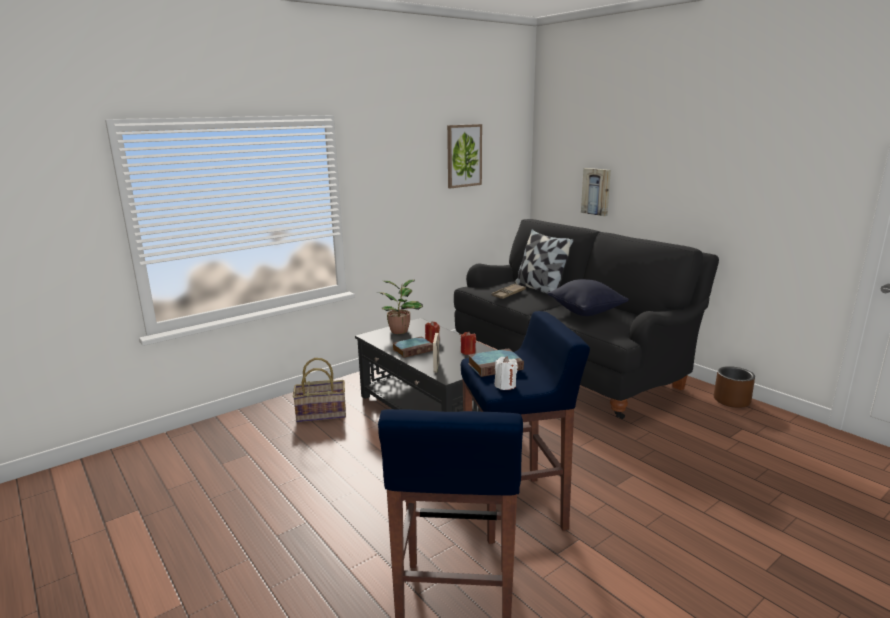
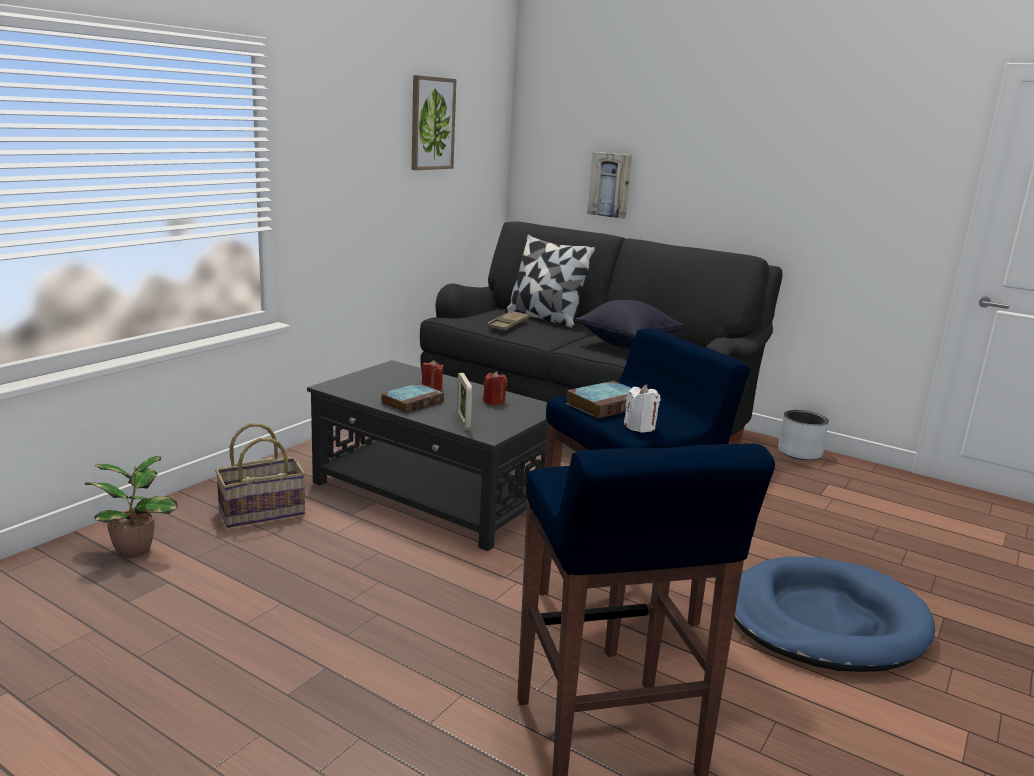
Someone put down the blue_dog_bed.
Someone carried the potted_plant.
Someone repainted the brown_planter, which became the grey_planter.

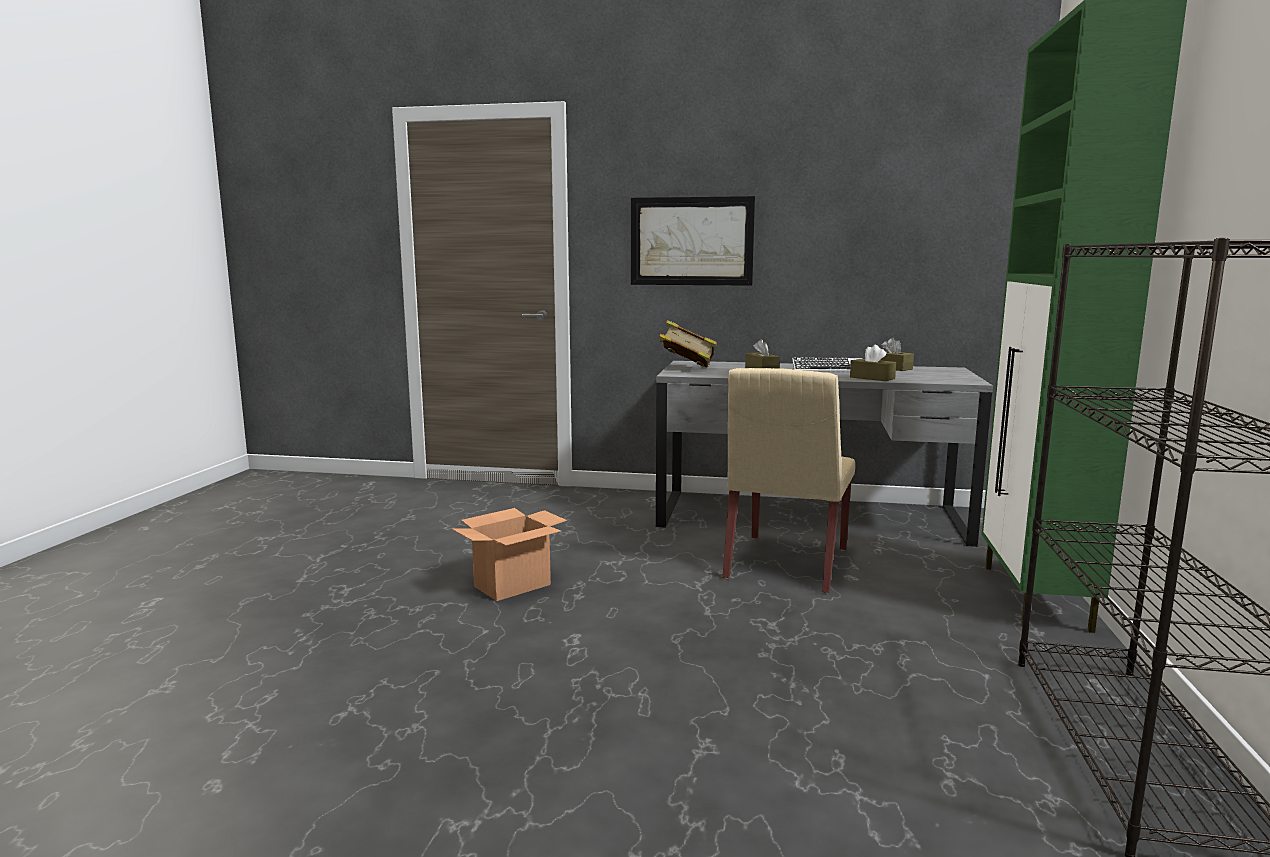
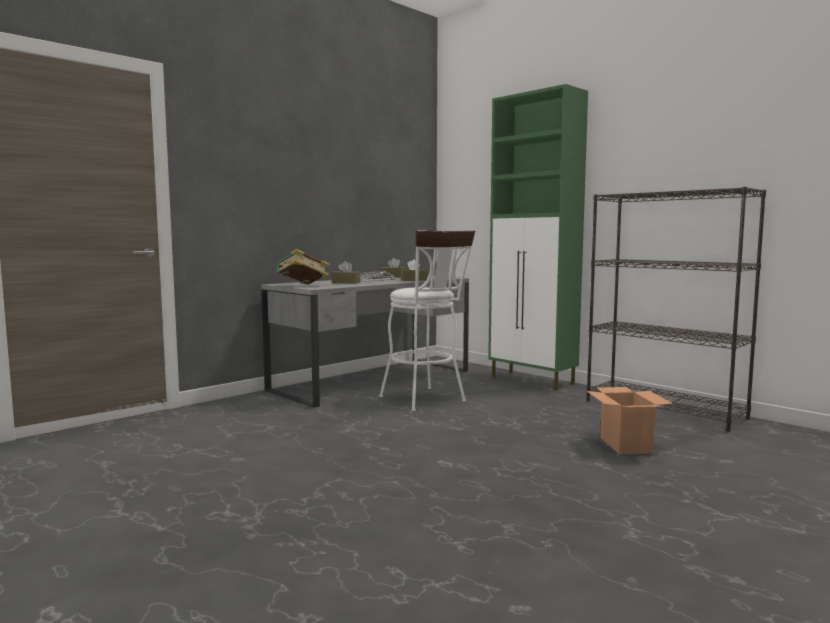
Someone took away the picture.
Someone carried the cardboard_box.
Someone swapped the beige_chair for the white_stool.

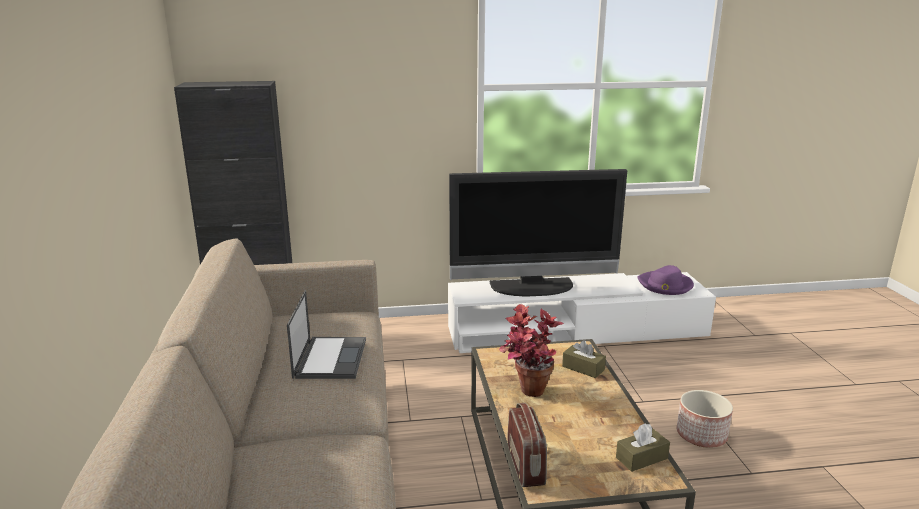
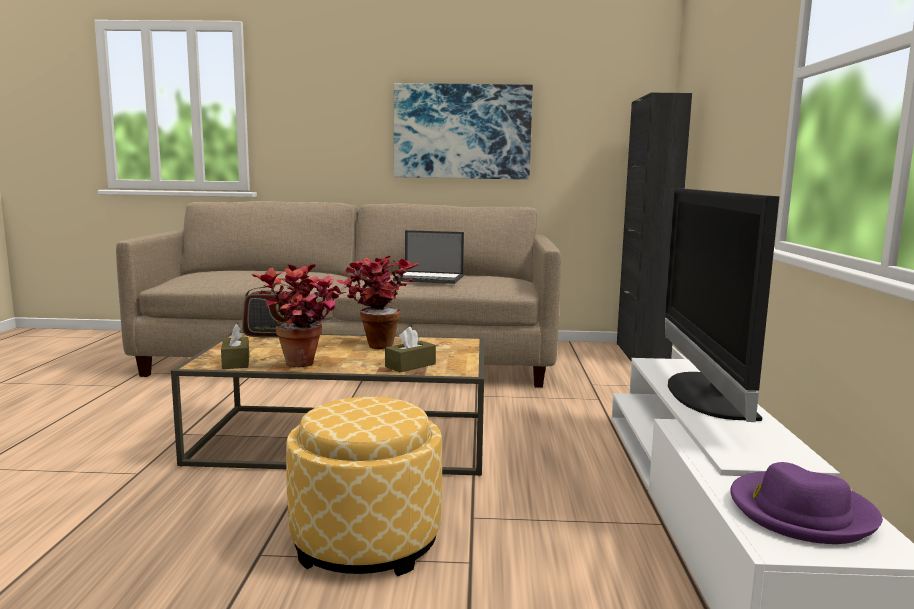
Someone put down the potted_plant (1st from left).
Someone put up the picture.
Someone swapped the planter for the ottoman.

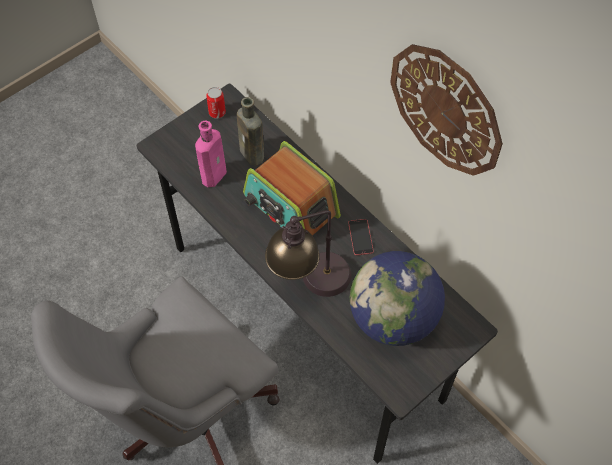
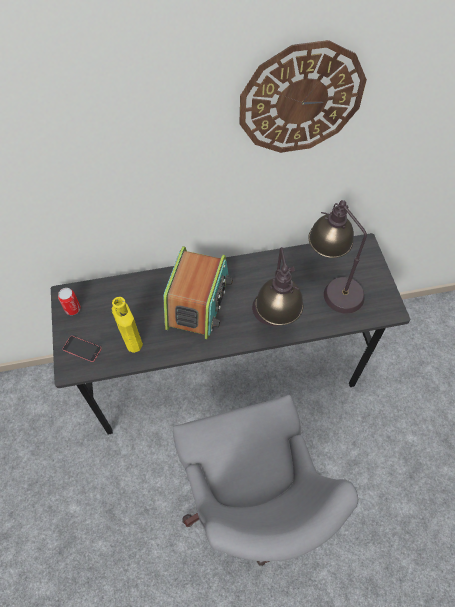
Someone took away the brown_bottle.
Someone carried the phone.
Someone swapped the globe for the table_lamp (2nd from left).
Someone repainted the pink_bottle, which became the yellow_bottle.
Someone rotated the radio by 60 degrees counterclockwise.

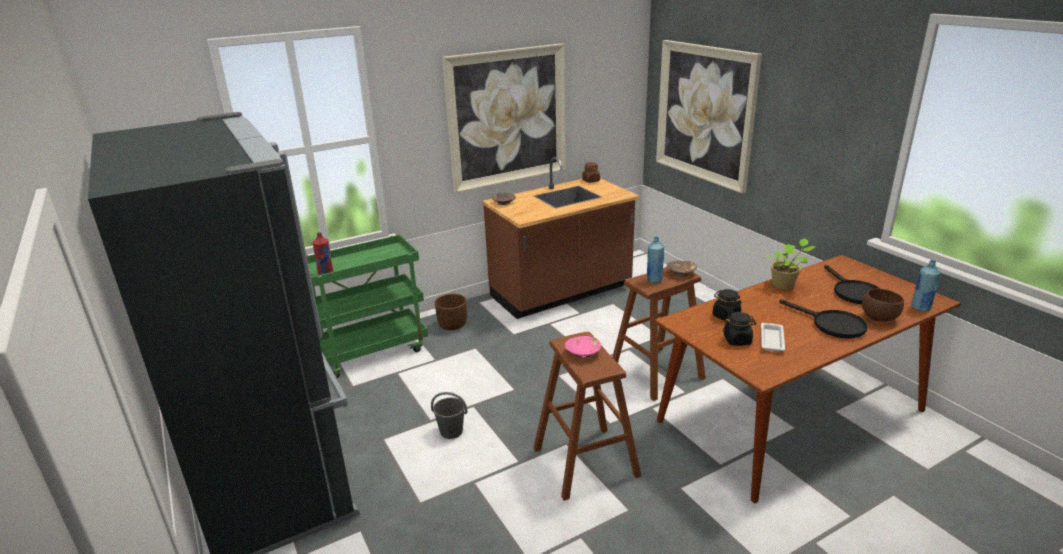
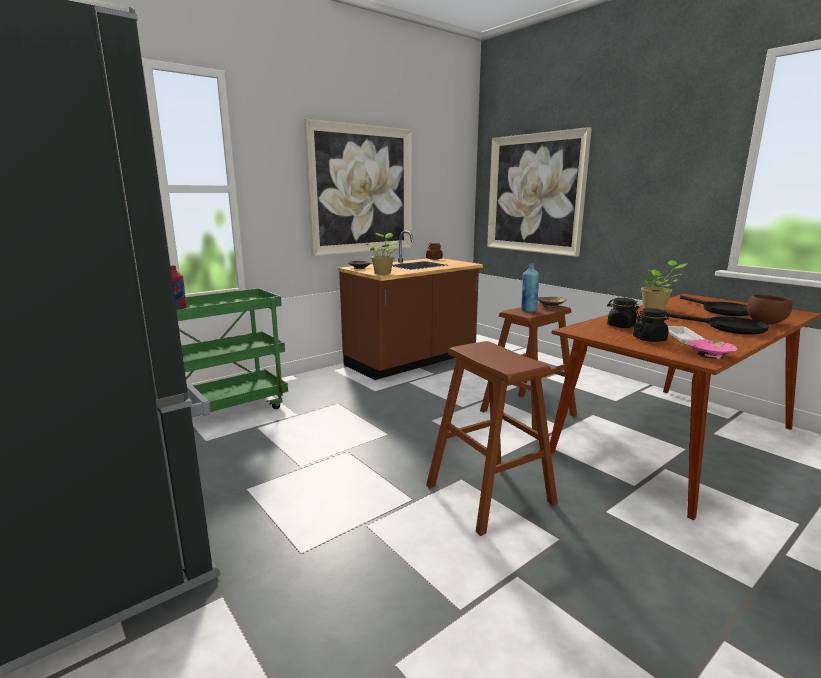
Someone took away the grey_bucket.
Someone took away the brown_planter.
Someone took away the blue_bottle (2nd from left).
Someone put down the potted_plant (1st from left).
Someone carried the pink_bowl.

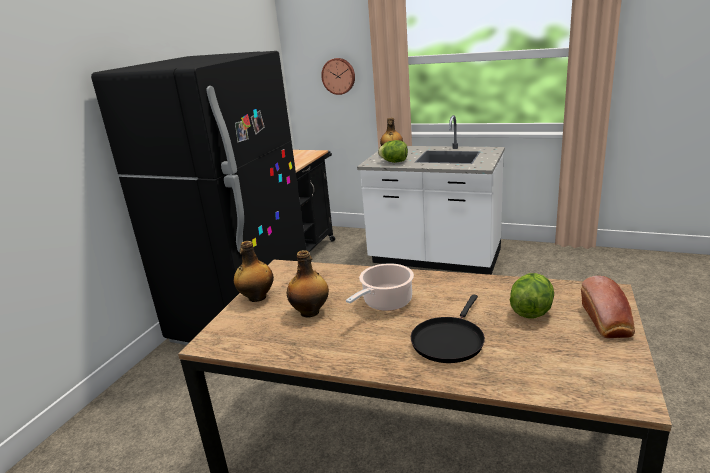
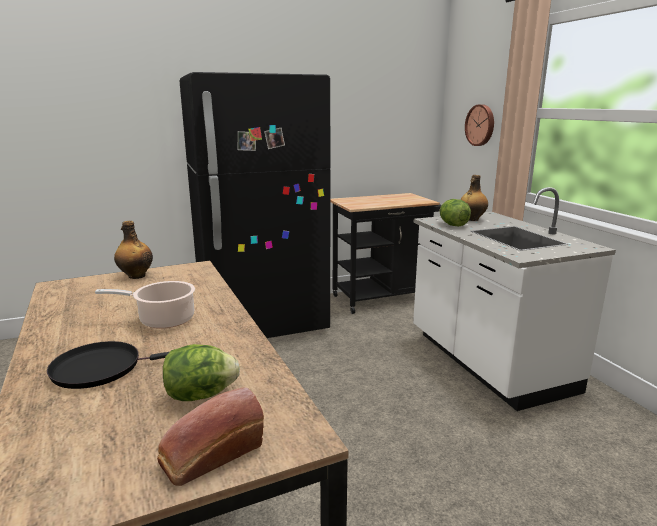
Someone took away the bottle (2nd from left).

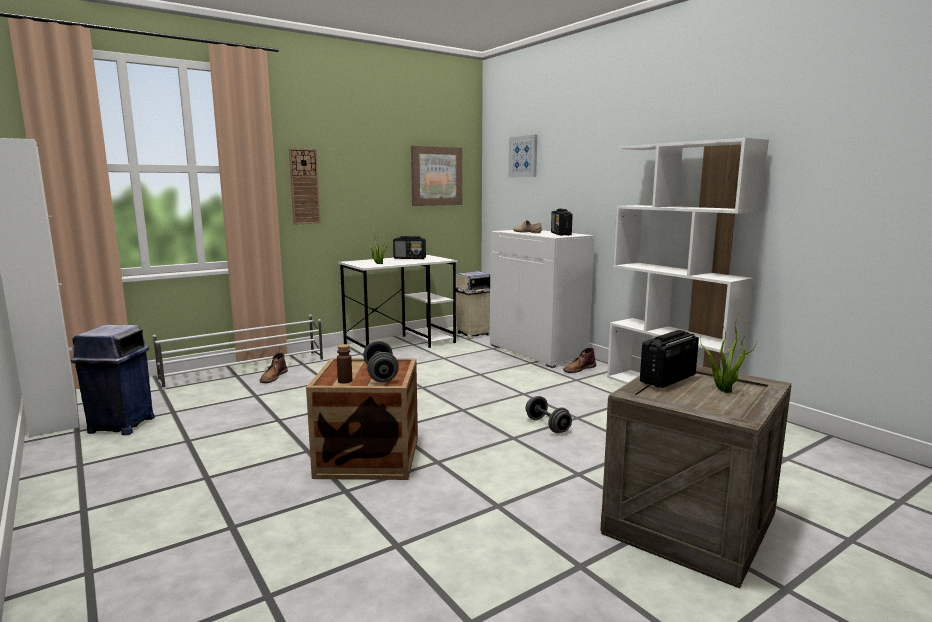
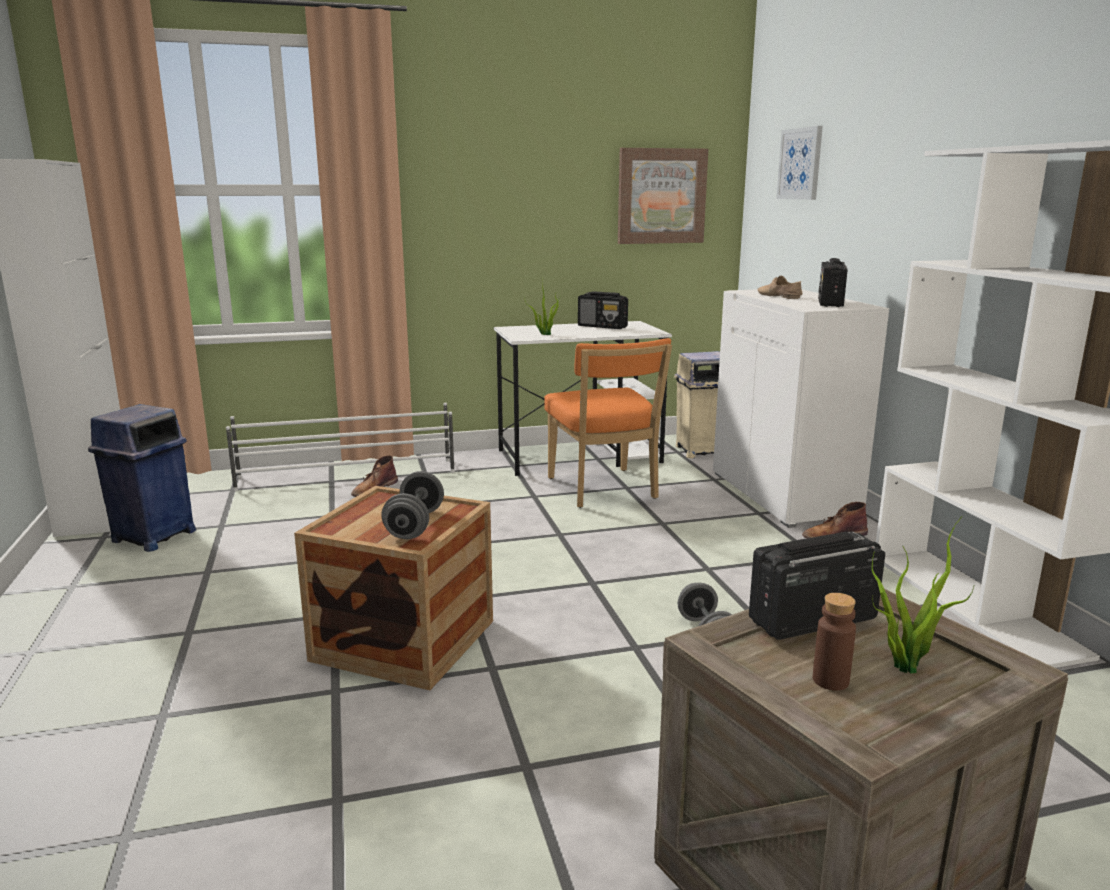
Someone took away the wall_clock.
Someone put down the orange_chair.
Someone carried the brown_bottle.

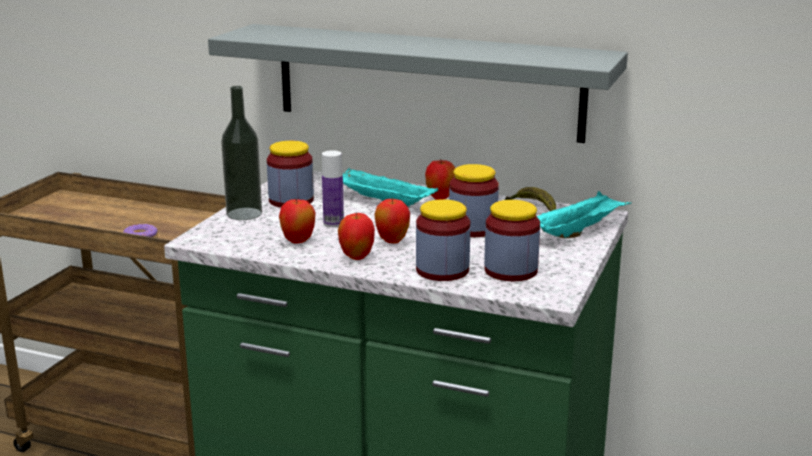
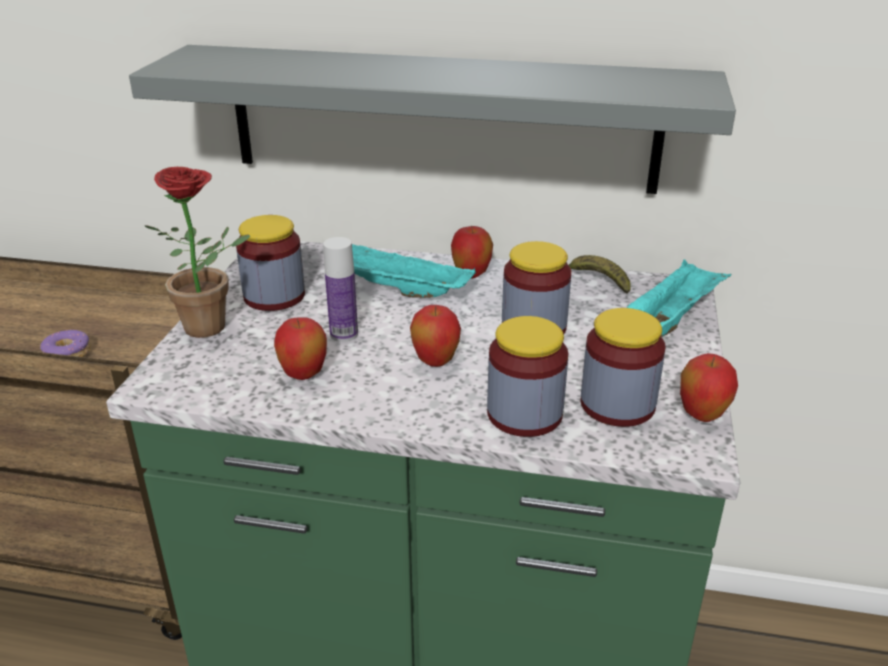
Someone carried the apple (2nd from left in the first image).
Someone swapped the bottle (1st from left) for the potted_plant.

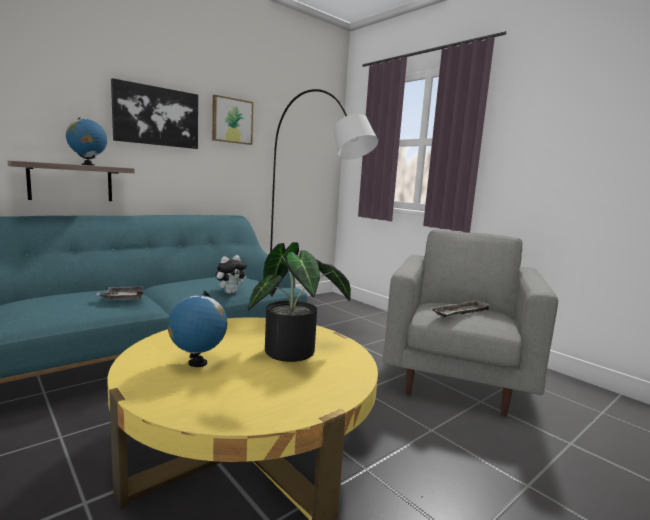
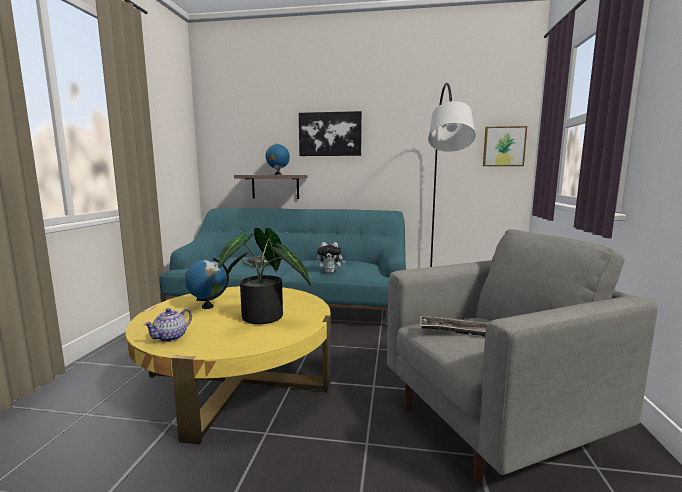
Someone put down the teapot.
Someone carried the picture (2nd from left).

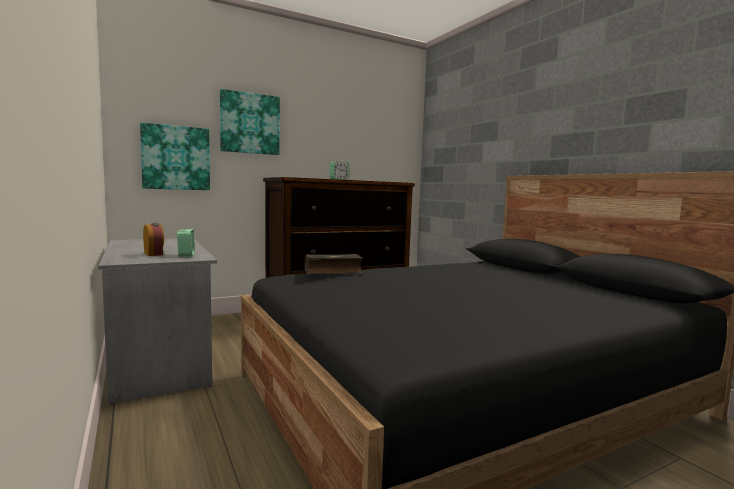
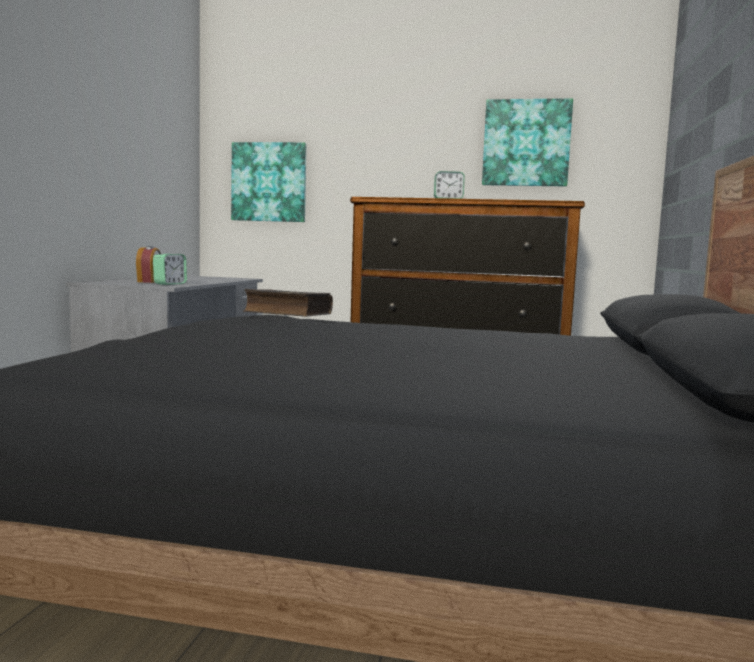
Someone carried the picture (2nd from left).

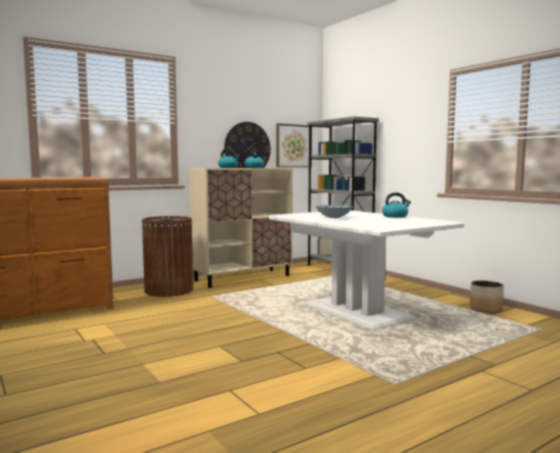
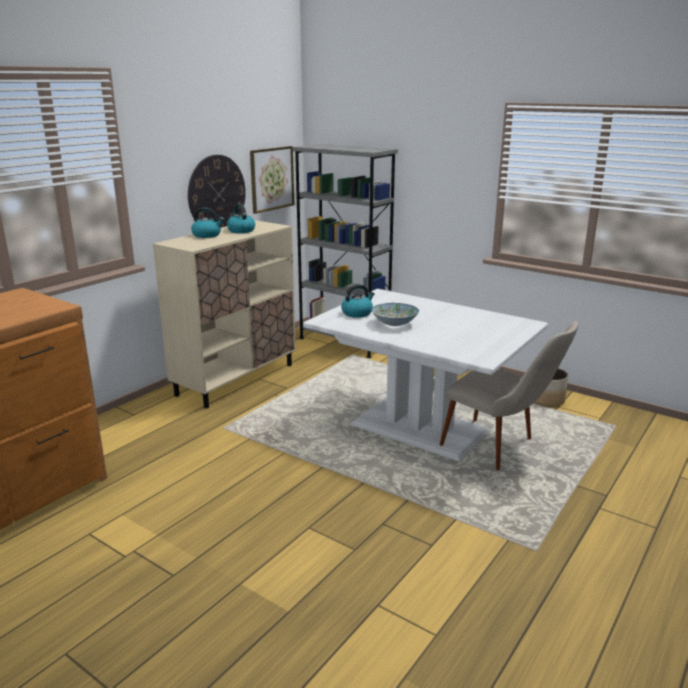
Someone took away the brown_trash_can.
Someone put down the beige_chair.
Someone carried the kettle (3rd from left).

